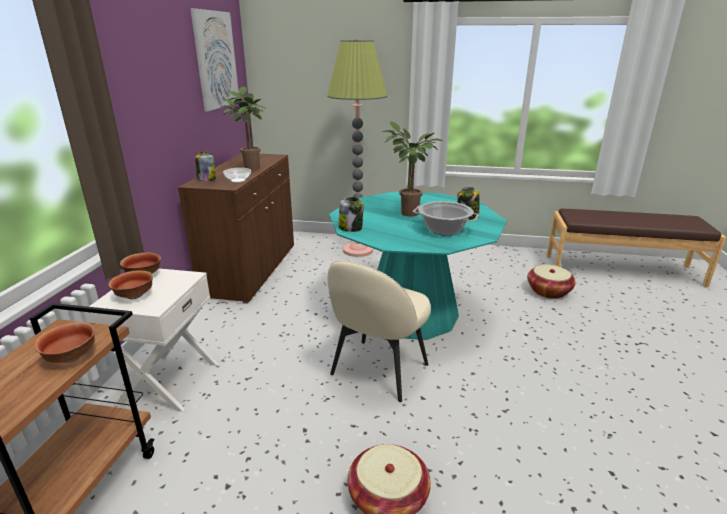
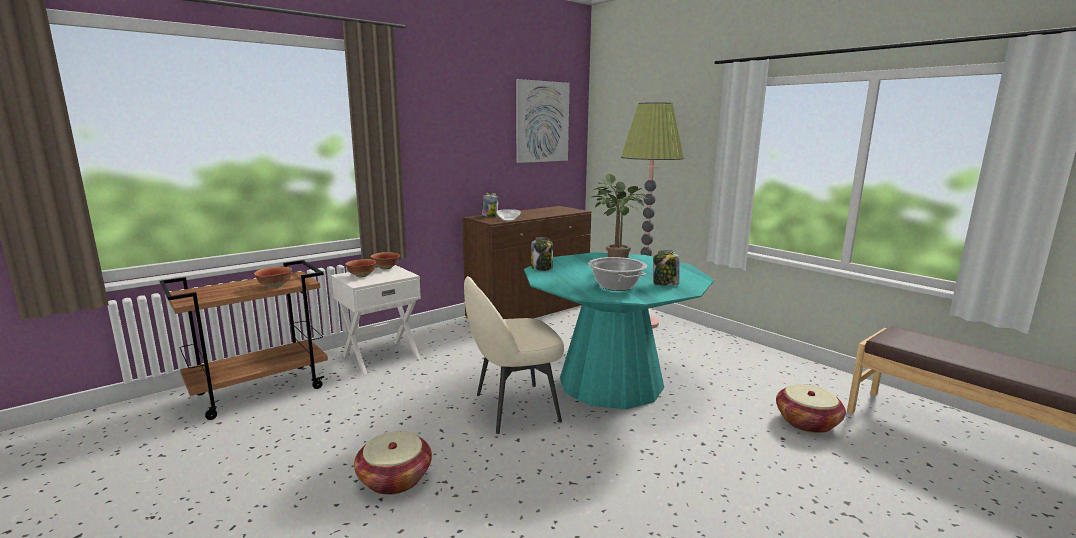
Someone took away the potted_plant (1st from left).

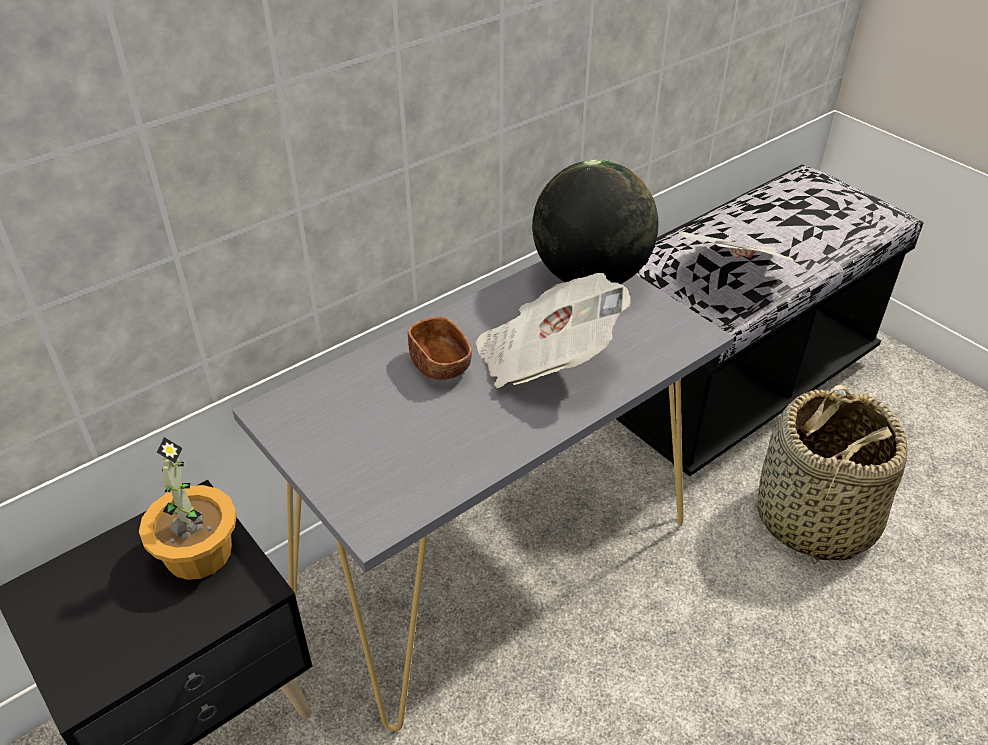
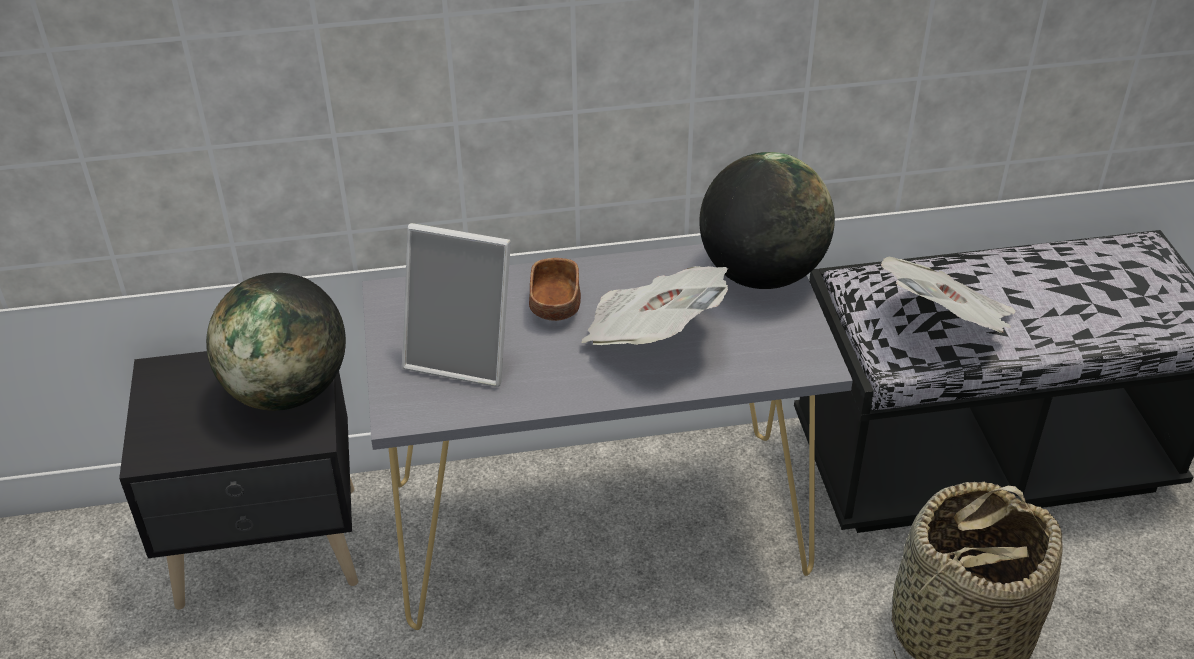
Someone put down the picture_frame.
Someone swapped the potted_plant for the globe (1st from left).

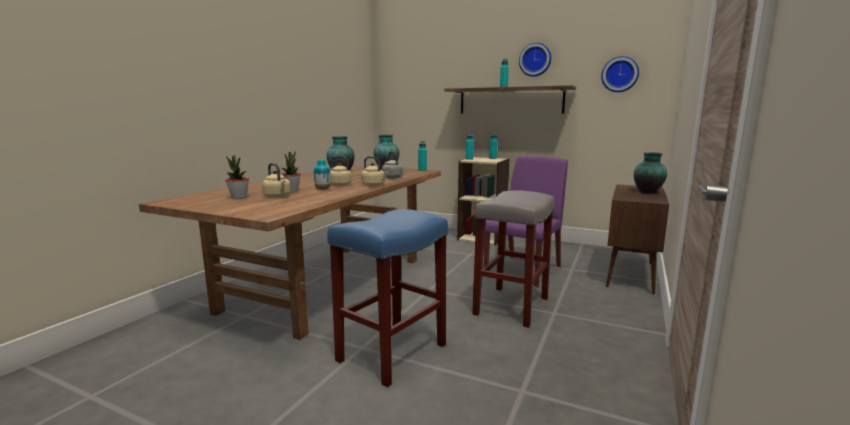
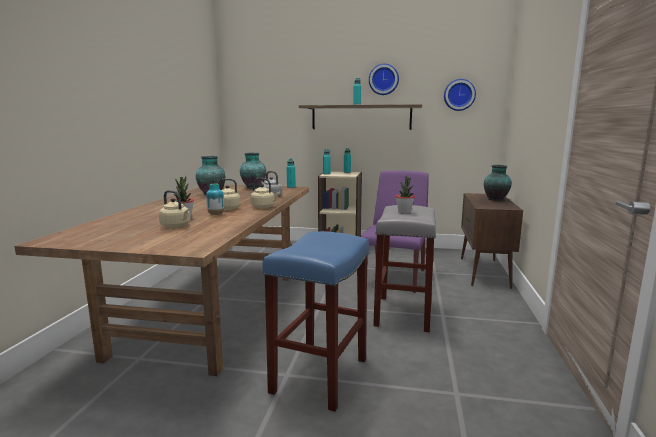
Someone carried the potted_plant (1st from left in the first image).

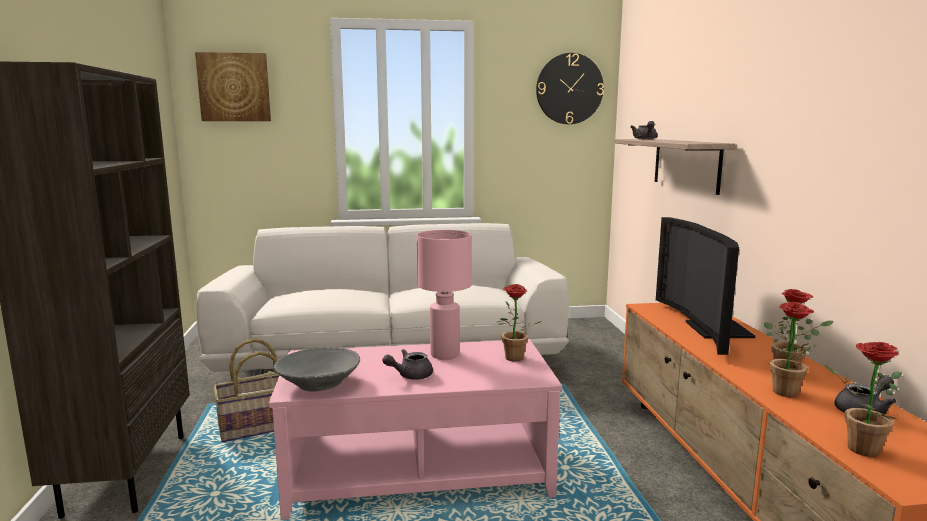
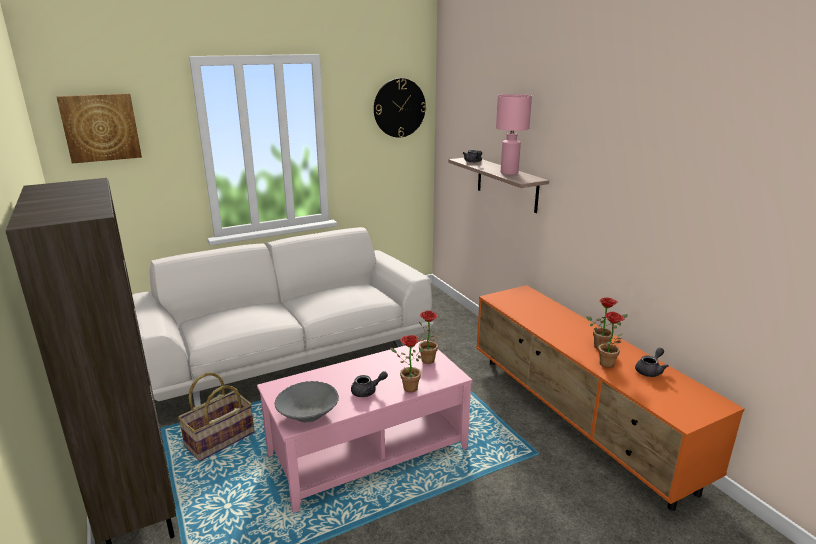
Someone took away the television.
Someone carried the pink_table_lamp.
Someone carried the potted_plant (4th from left in the first image).
Someone rotated the grey_teapot (1st from left) by 150 degrees counterclockwise.

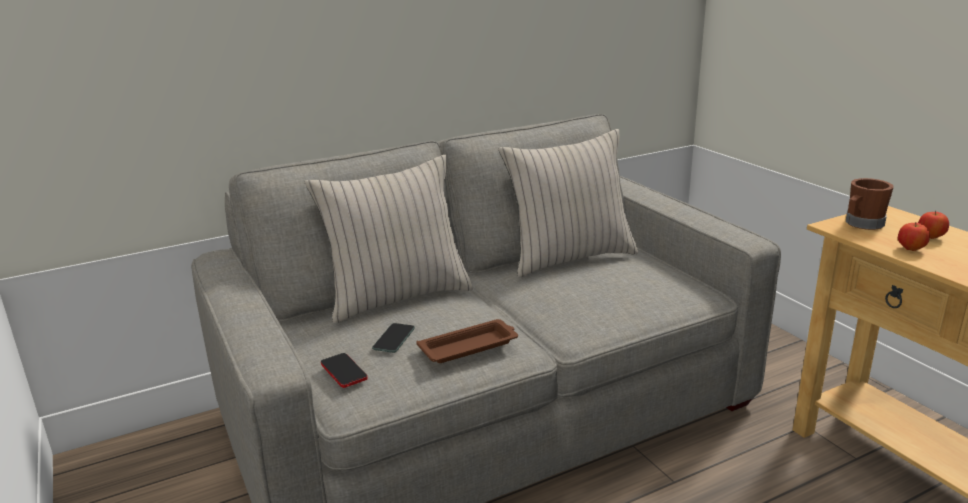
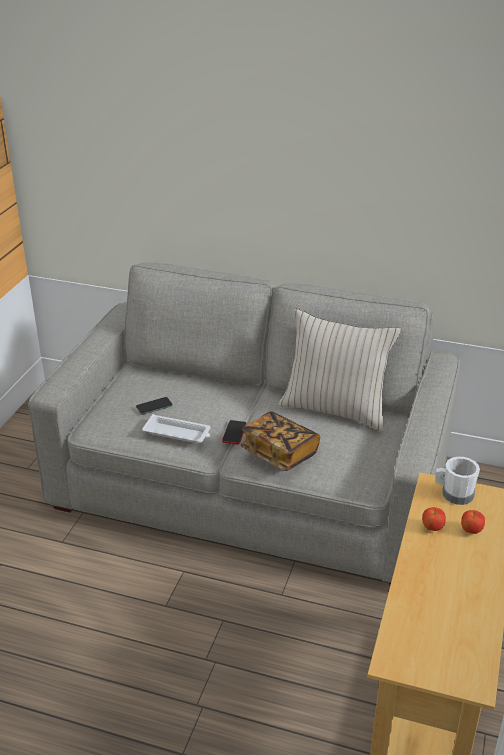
Someone took away the beige_pillow (1st from left).
Someone put down the book.
Someone carried the phone (1st from left in the first image).
Someone repainted the brown_tray, which became the white_tray.
Someone repainted the brown_mug, which became the white_mug.

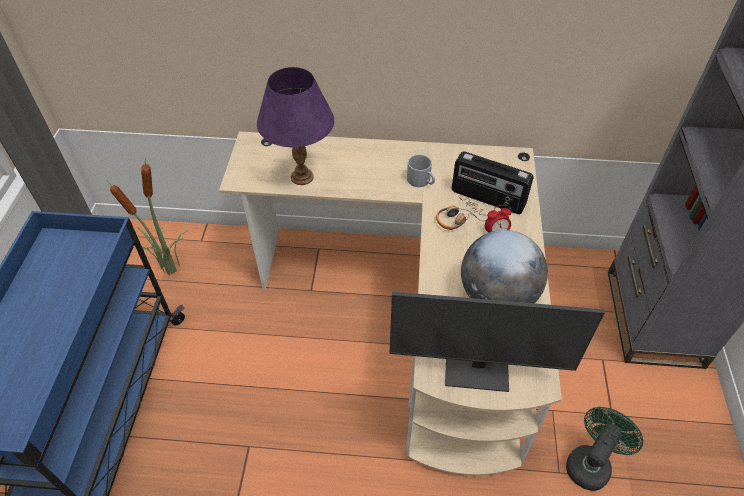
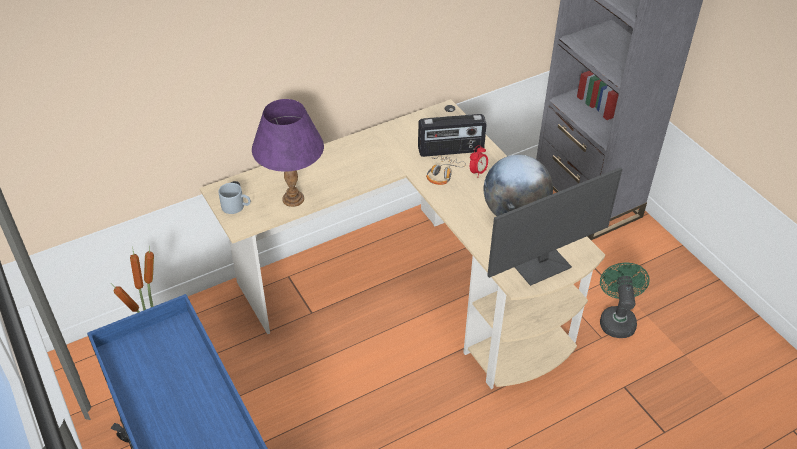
Someone carried the grey_mug.

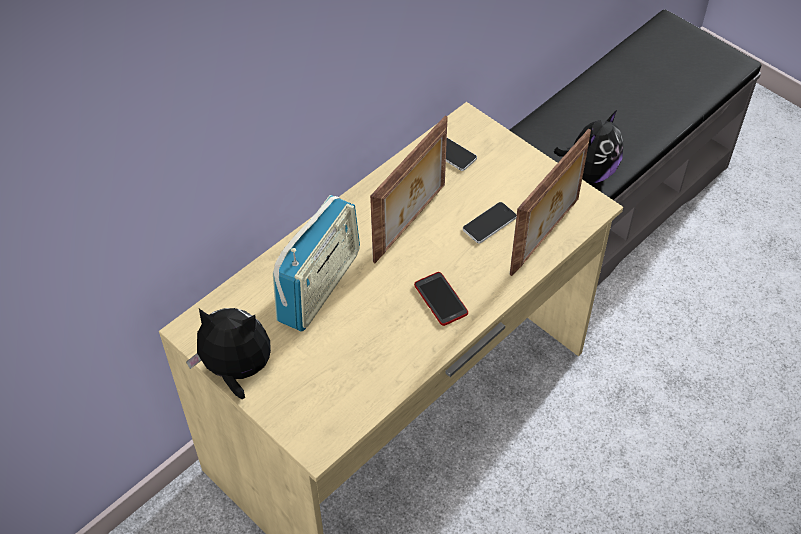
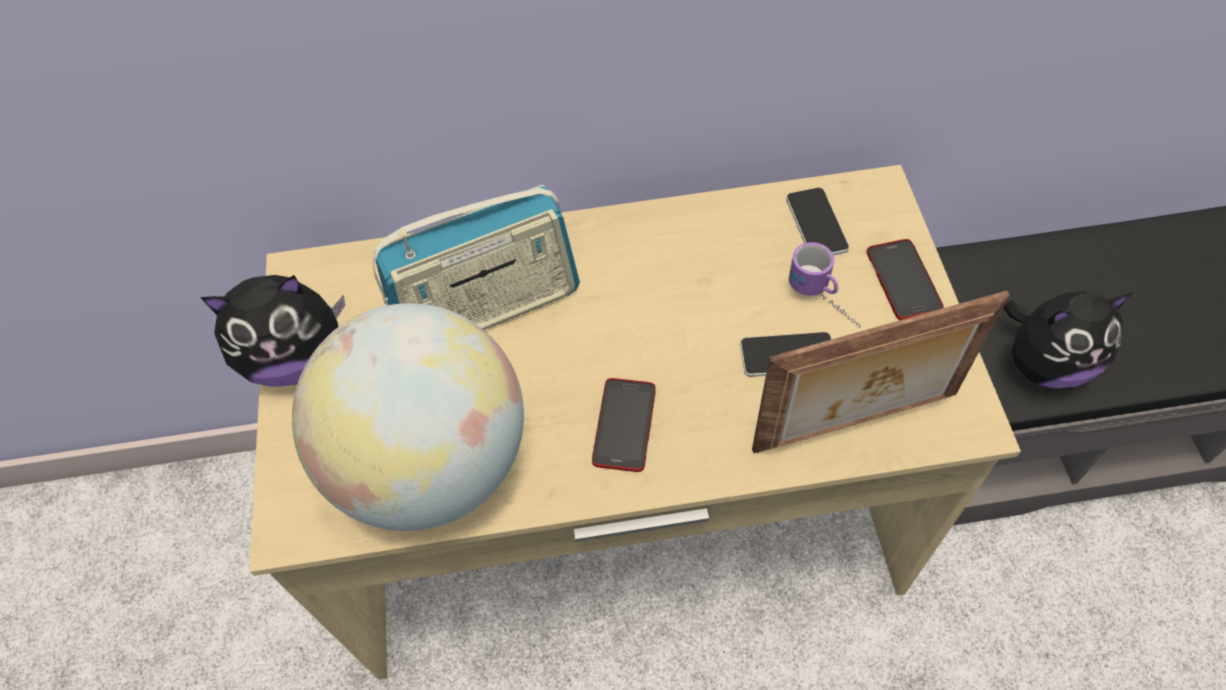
Someone took away the picture_frame (1st from left).
Someone put down the globe.
Someone put down the mug.
Someone put down the phone (4th from left).
Someone rotated the plush_toy (1st from left) by 120 degrees clockwise.

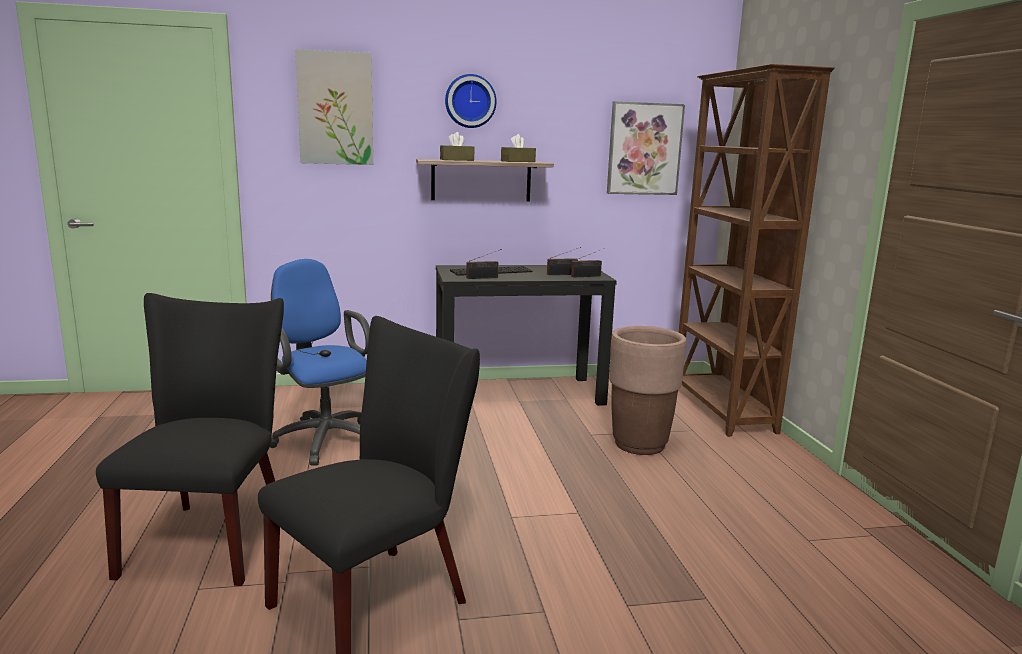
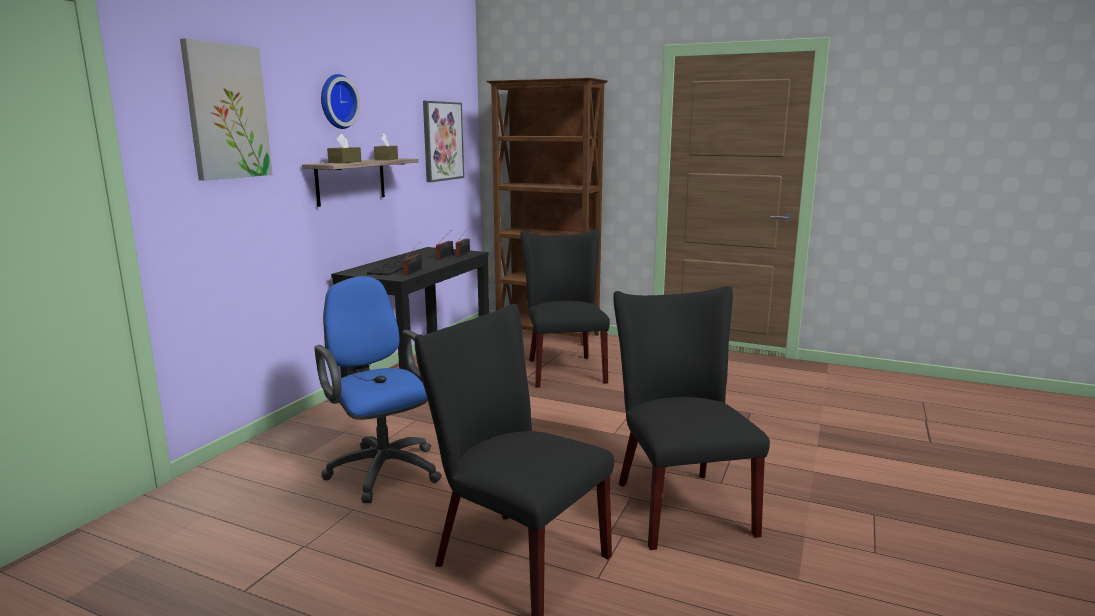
Someone swapped the brown_planter for the black_chair (2nd from left).
Someone rotated the blue_office_chair by 60 degrees clockwise.

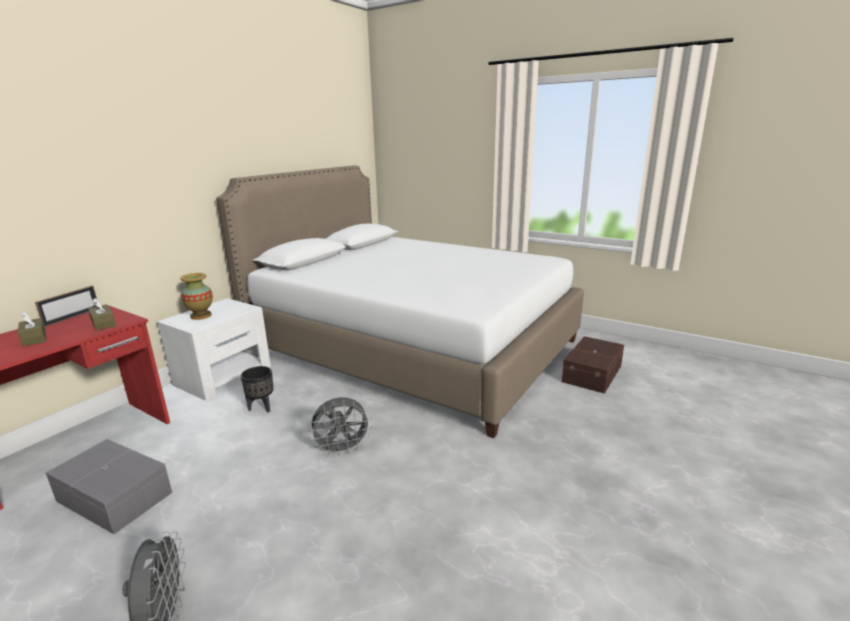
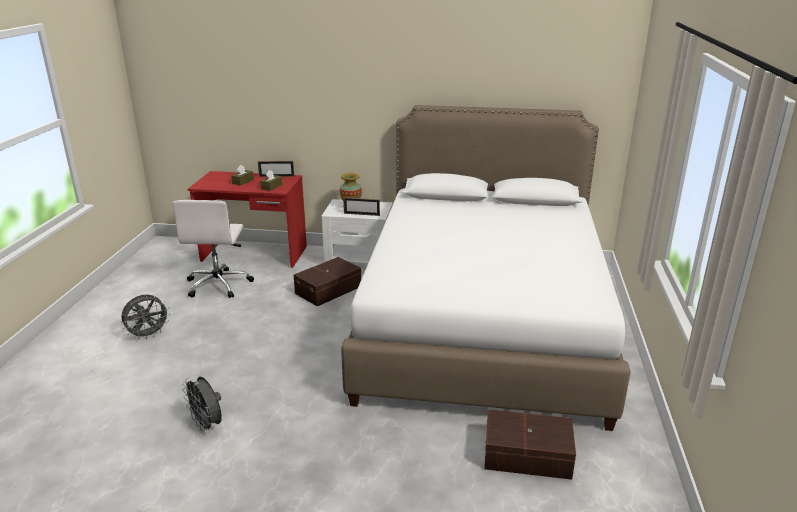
Someone put down the picture_frame (2nd from left).
Someone carried the grey_fan (2nd from left).
Someone swapped the grey_storage_box for the white_office_chair.
Someone swapped the black_planter for the brown_storage_box (1st from left).

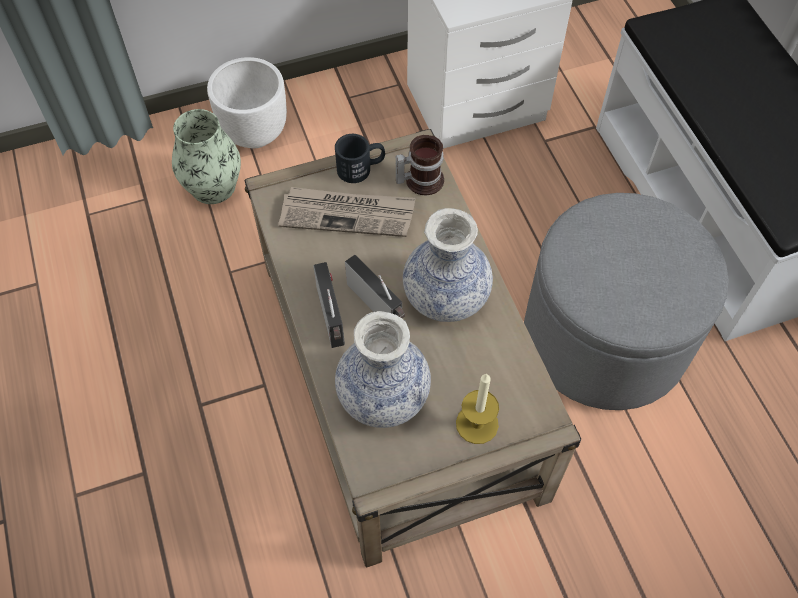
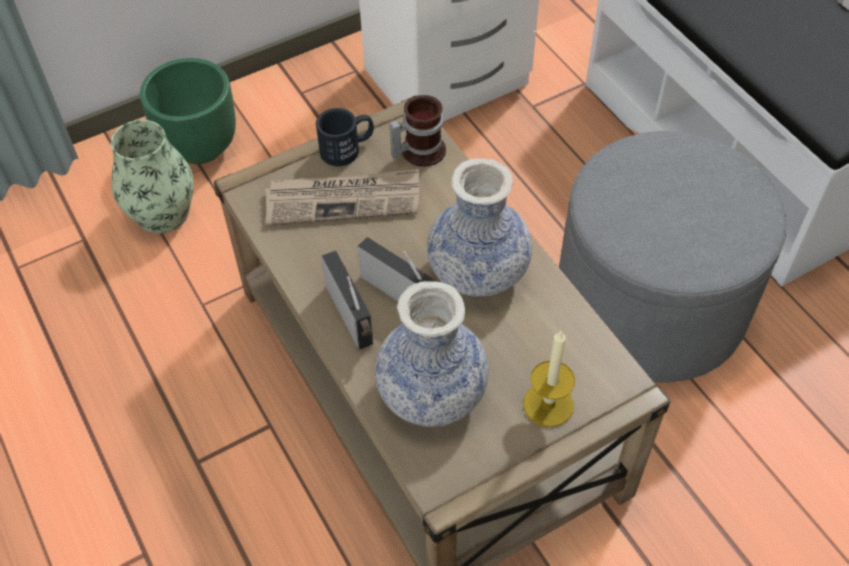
Someone repainted the white_planter, which became the green_planter.

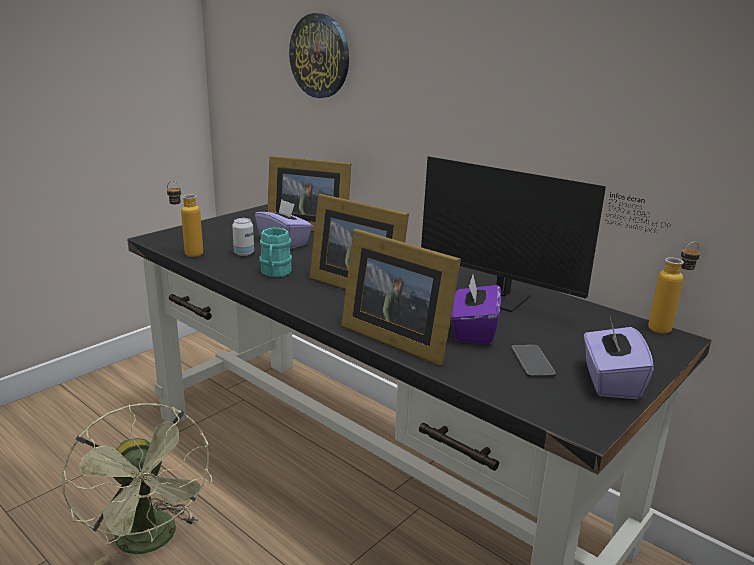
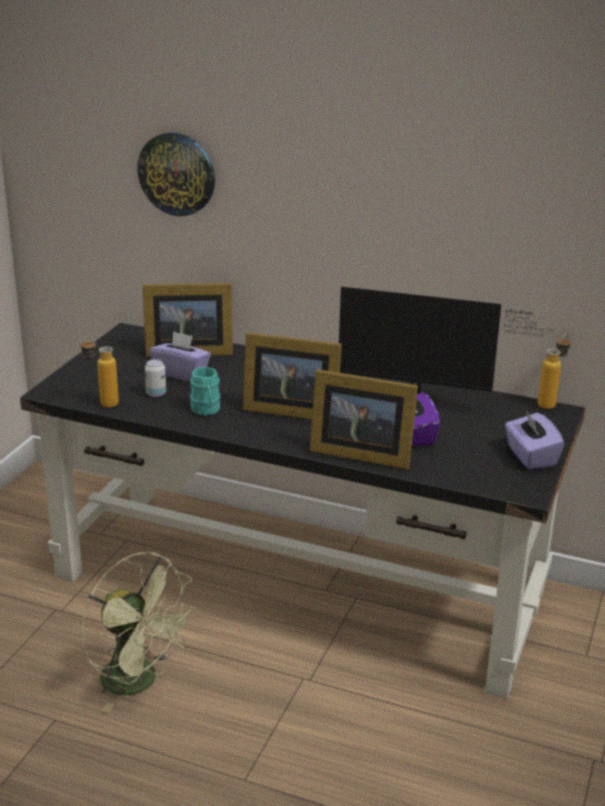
Someone took away the phone.

